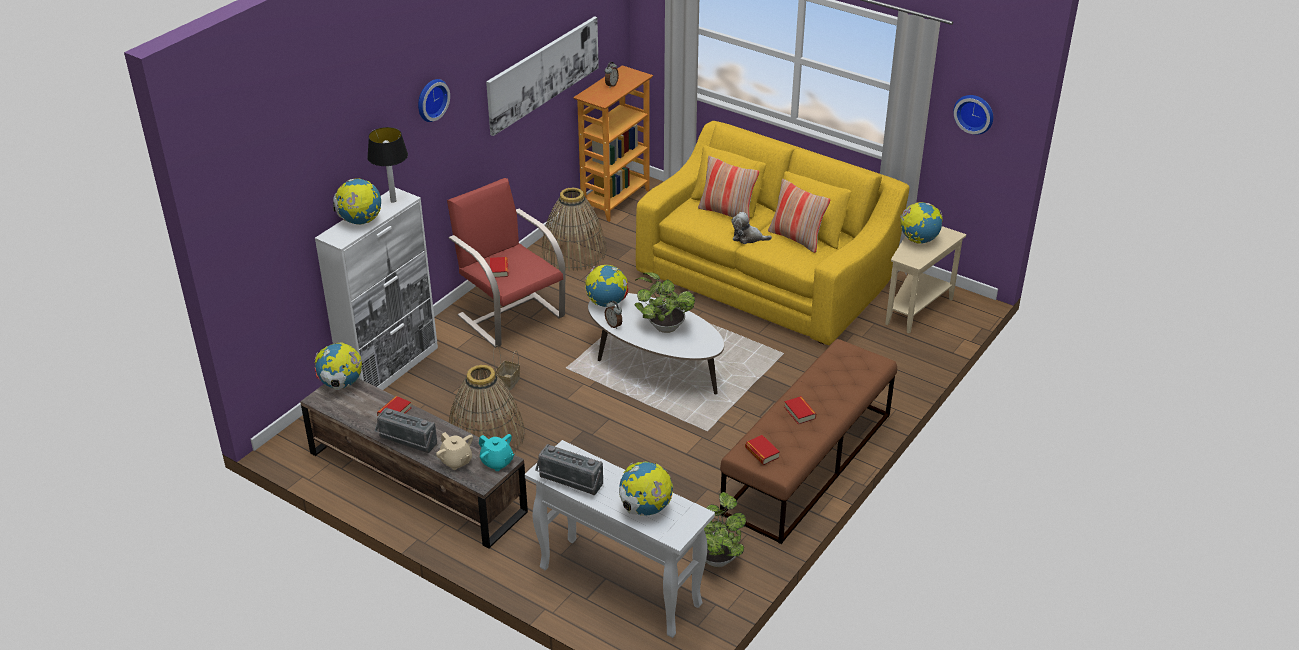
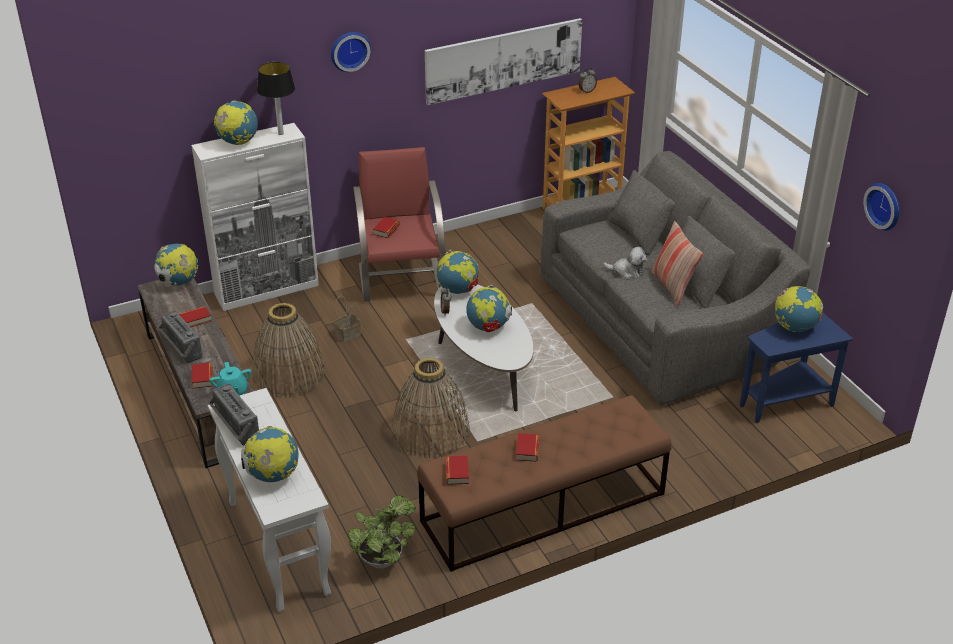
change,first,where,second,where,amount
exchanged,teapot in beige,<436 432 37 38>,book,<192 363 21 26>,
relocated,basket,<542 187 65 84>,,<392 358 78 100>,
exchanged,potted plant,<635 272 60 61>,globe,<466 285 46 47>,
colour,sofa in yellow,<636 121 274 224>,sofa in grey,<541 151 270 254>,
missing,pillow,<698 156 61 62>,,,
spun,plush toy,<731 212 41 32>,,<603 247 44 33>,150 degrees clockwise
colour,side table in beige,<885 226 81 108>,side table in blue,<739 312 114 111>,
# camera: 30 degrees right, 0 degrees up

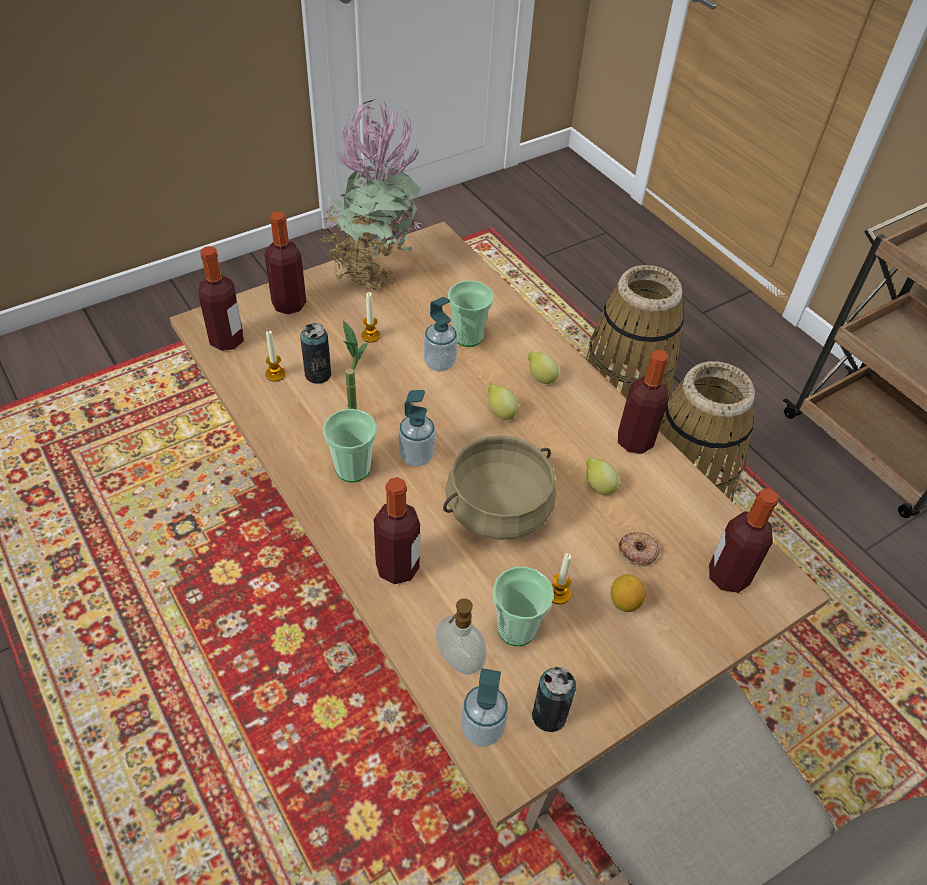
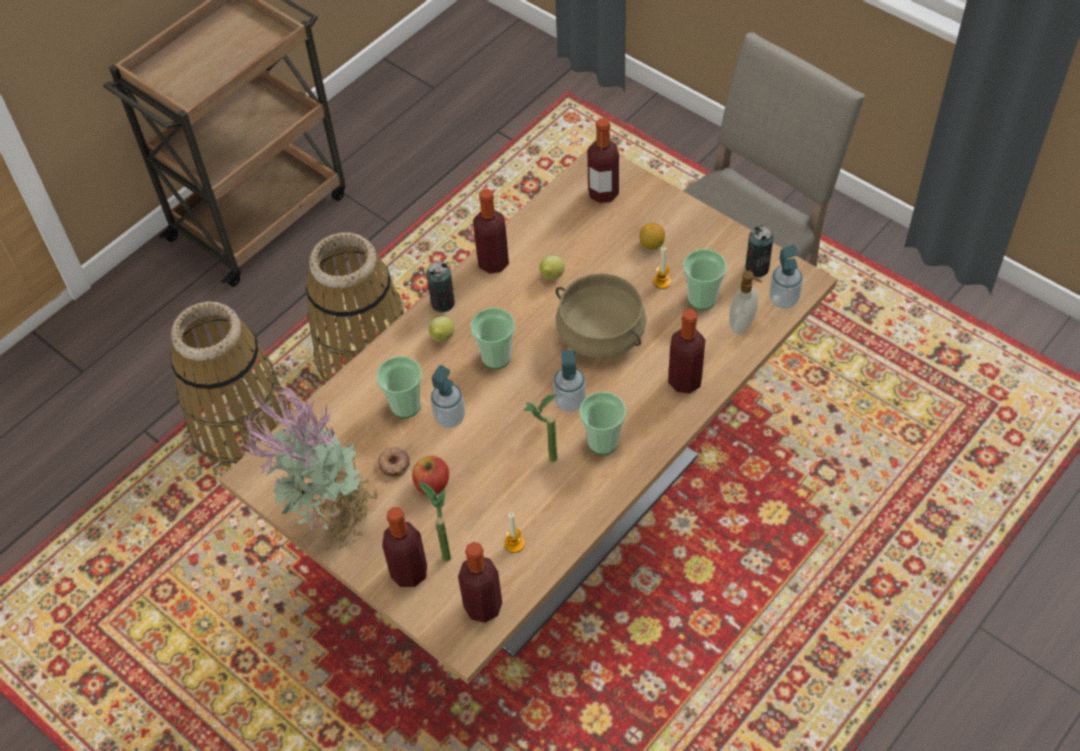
change,first,where,second,where,amount
relocated,can,<300 323 31 61>,,<426 261 29 52>,
exchanged,candle,<361 292 19 51>,apple,<412 455 37 40>,
exchanged,lemon,<488 384 31 36>,cup,<470 308 45 61>,
relocated,donut,<618 532 42 34>,,<378 447 32 32>,
appeared,,,potted plant,<418 481 33 81>,
# camera: 100 degrees left, 5 degrees up

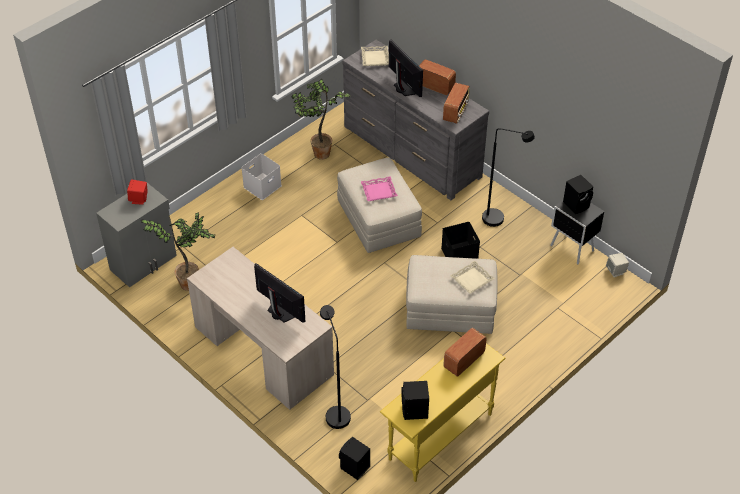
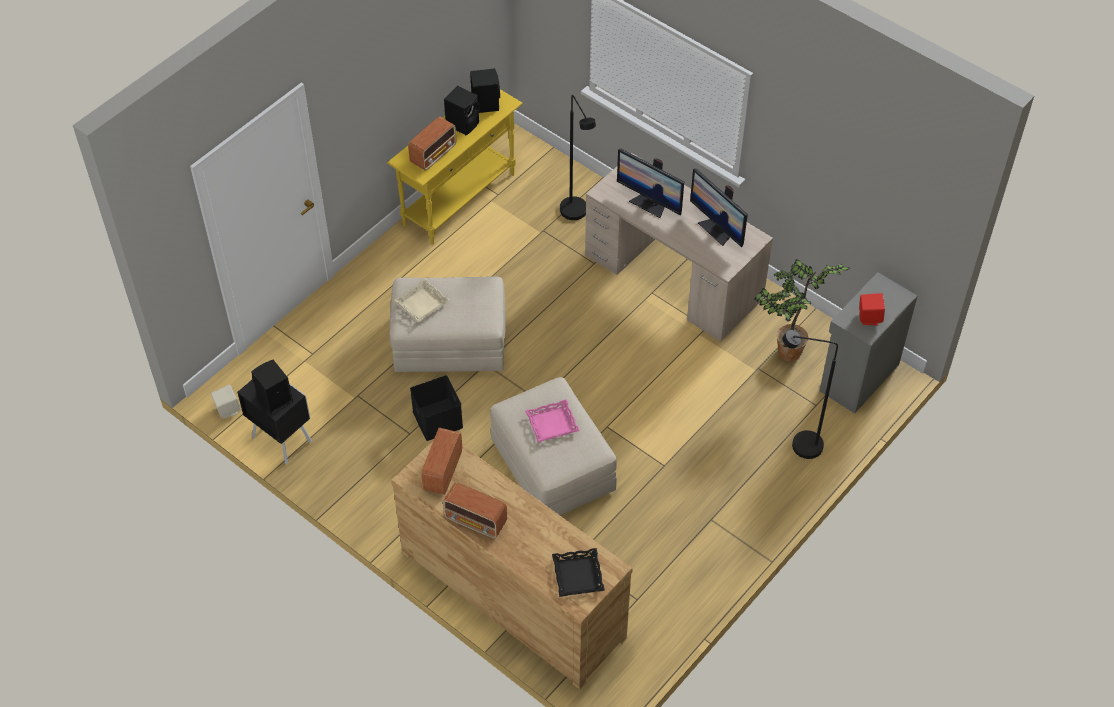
change,first,where,second,where,amount
missing,storage box in white,<241 153 41 47>,,,
missing,potted plant,<291 79 59 81>,,,
relocated,speaker in black,<339 437 31 43>,,<444 86 36 49>,
colour,dresser in grey,<342 40 147 160>,dresser in brown,<391 441 242 248>,
colour,tray in beige,<361 46 28 20>,tray in black,<552 548 53 49>,
relocated,monitor,<389 39 34 58>,,<690 169 58 78>,
relocated,floor lamp in black,<482 128 53 99>,,<782 330 56 129>,
# camera: 175 degrees right, 5 degrees up

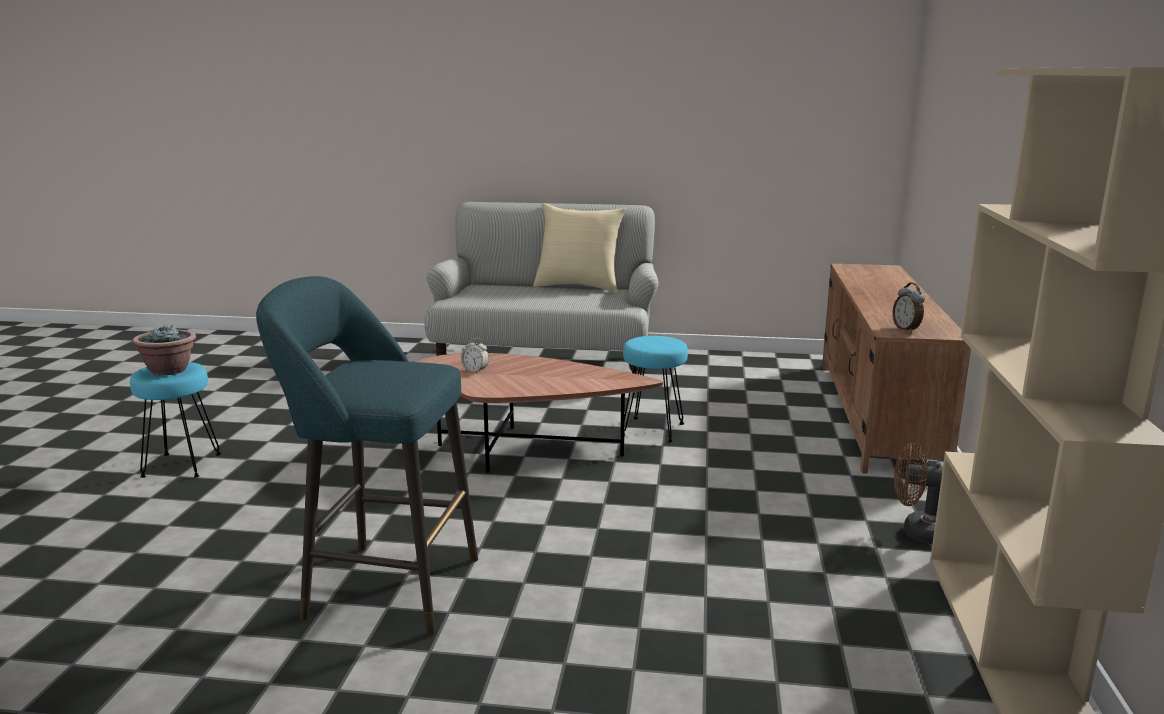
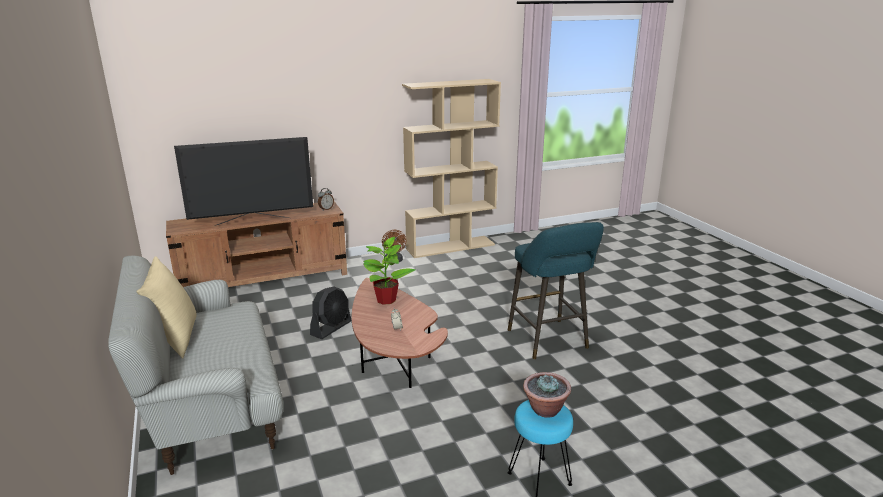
change,first,where,second,where,amount
exchanged,stool in turquoise,<623 336 65 107>,fan in black,<310 286 41 53>,
appeared,,,television,<174 137 139 89>,
appeared,,,potted plant,<363 237 53 68>,
# camera: 120 degrees left, 5 degrees up

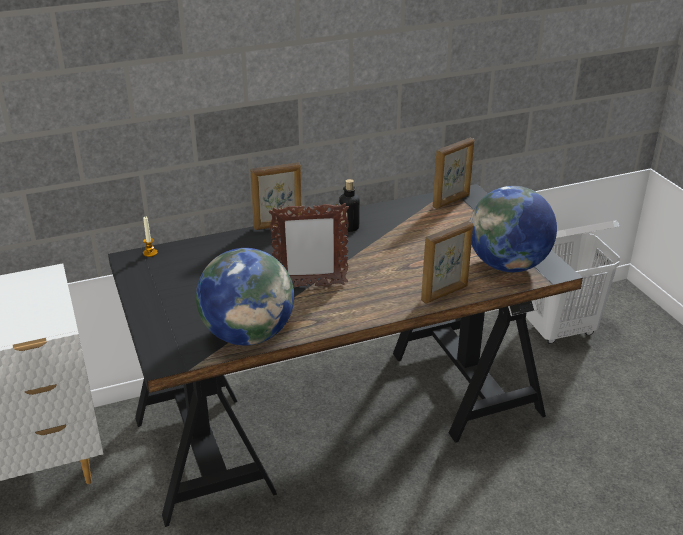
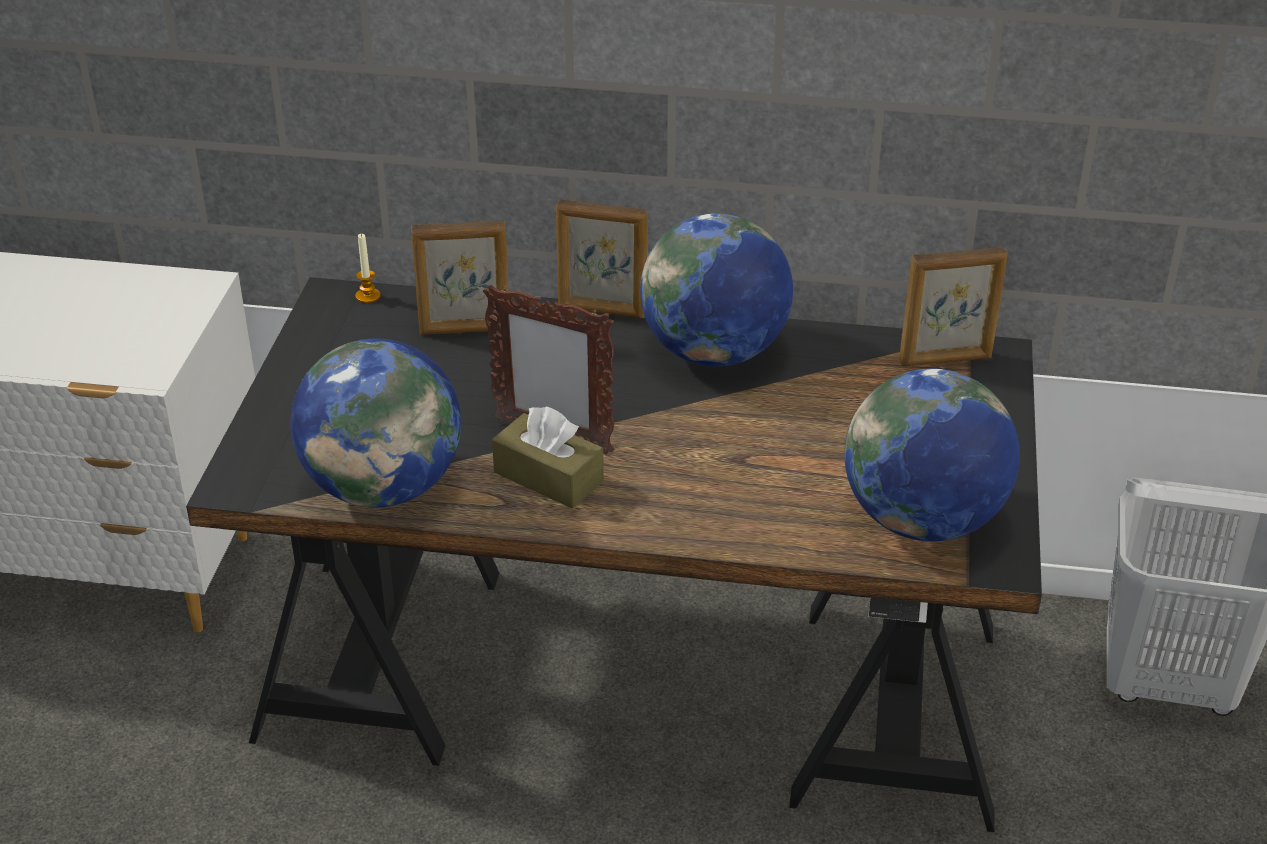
change,first,where,second,where,amount
exchanged,bottle,<339 179 21 53>,globe,<640 213 153 154>,
relocated,picture frame,<421 221 52 83>,,<411 221 97 114>,
appeared,,,tissue box in brown,<492 406 112 103>,
# camera: 30 degrees right, 5 degrees up

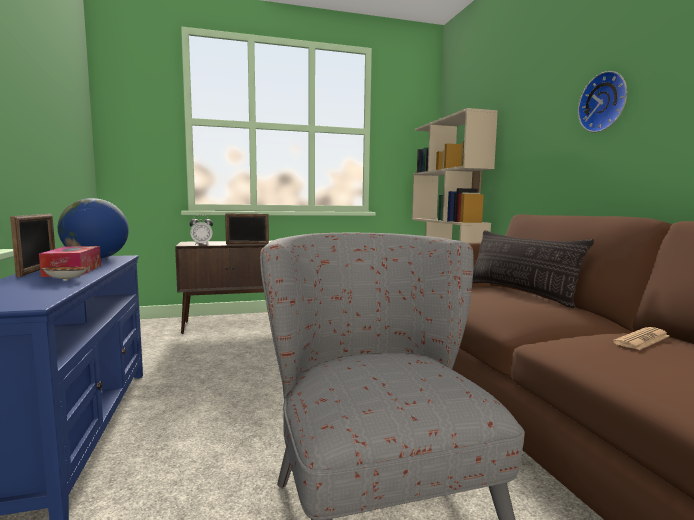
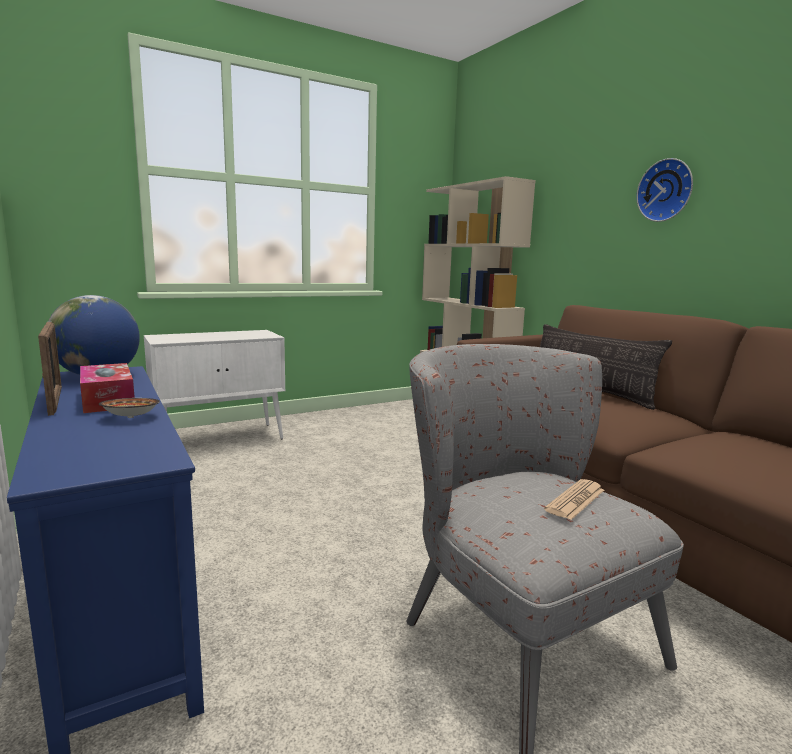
change,first,where,second,where,amount
colour,cabinet in brown,<175 241 96 93>,cabinet in white,<144 330 141 109>,
missing,alarm clock,<189 215 24 30>,,,
missing,picture frame,<225 213 44 31>,,,
relocated,newspaper,<613 327 57 23>,,<544 479 60 41>,
# camera: 15 degrees left, 5 degrees up

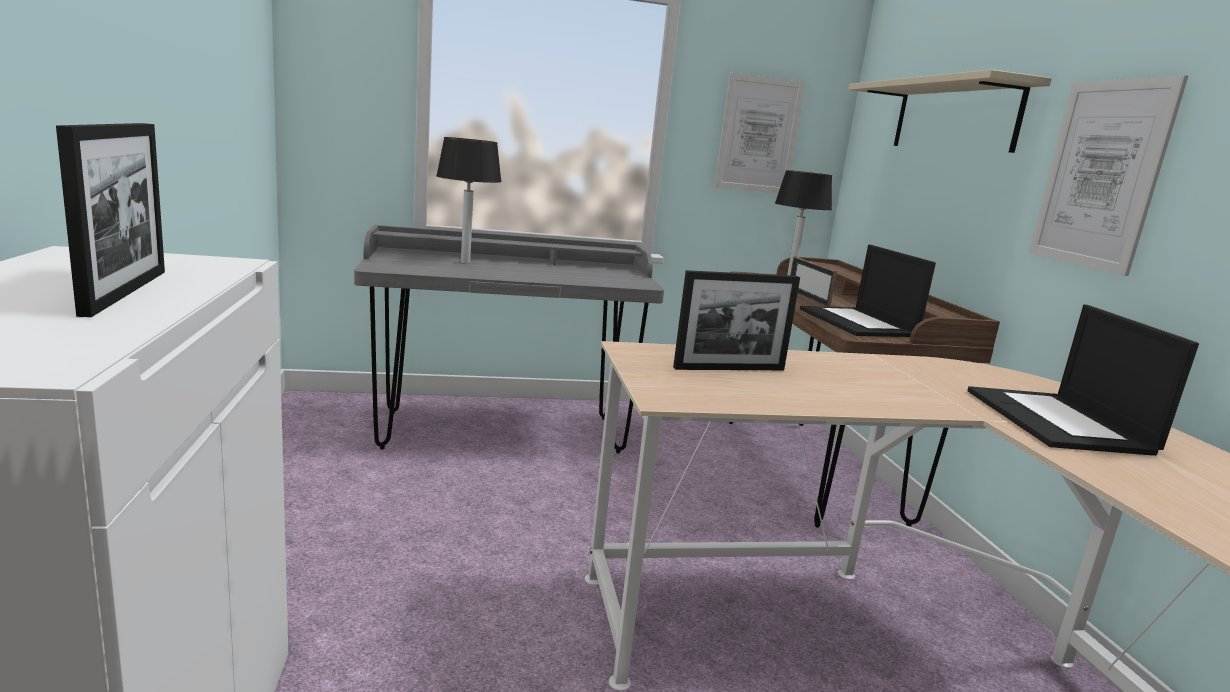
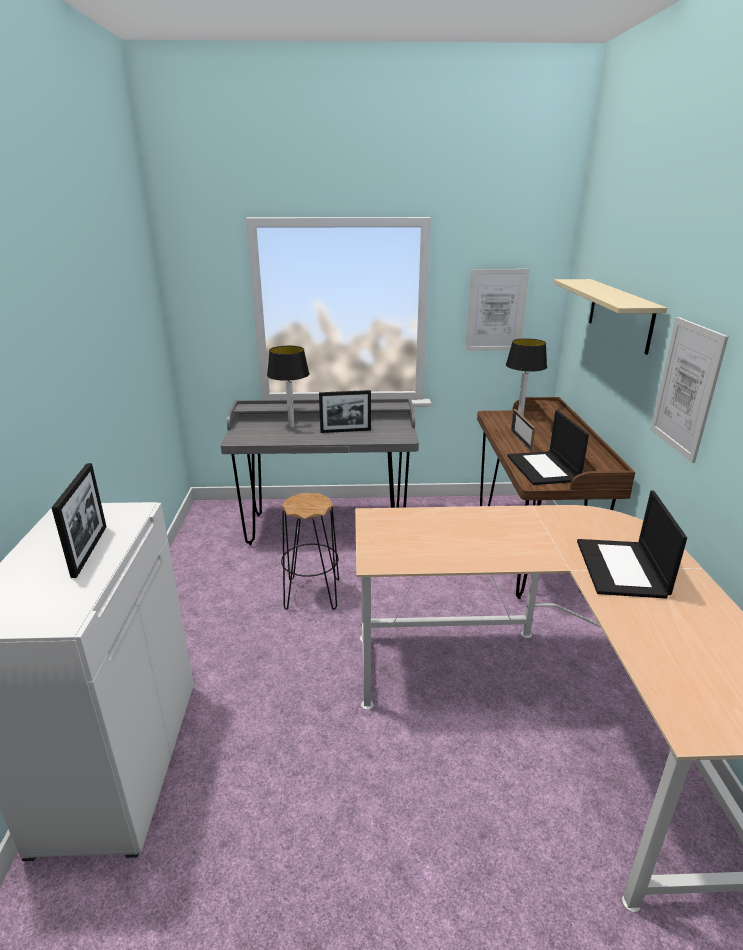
change,first,where,second,where,amount
relocated,picture frame,<673 270 127 100>,,<319 390 52 43>,
appeared,,,stool in black,<281 493 58 117>,
# camera: 10 degrees right, 10 degrees up

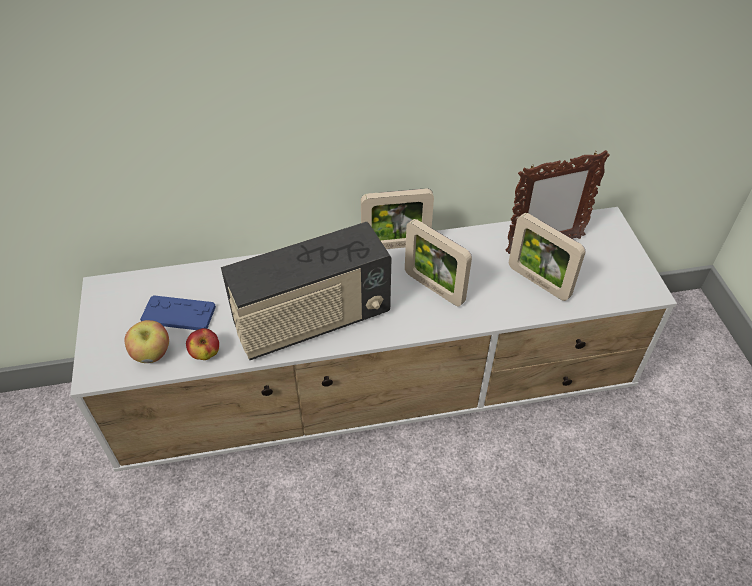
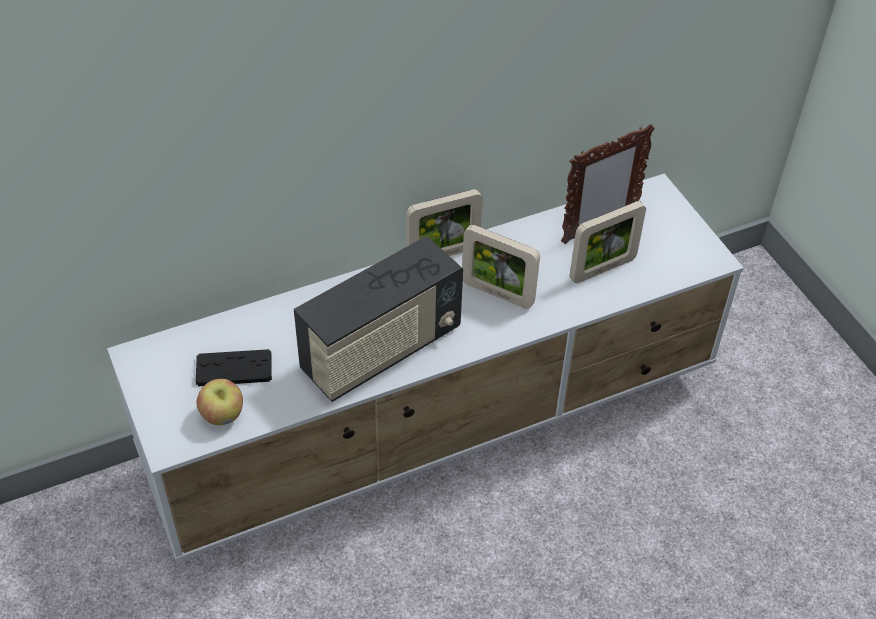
change,first,where,second,where,amount
colour,game controller in blue,<140 295 76 35>,game controller in black,<196 349 76 37>,
missing,apple,<186 328 33 32>,,,
spun,picture frame,<509 213 76 88>,,<570 201 76 82>,60 degrees counterclockwise
# camera: 15 degrees left, 0 degrees up

